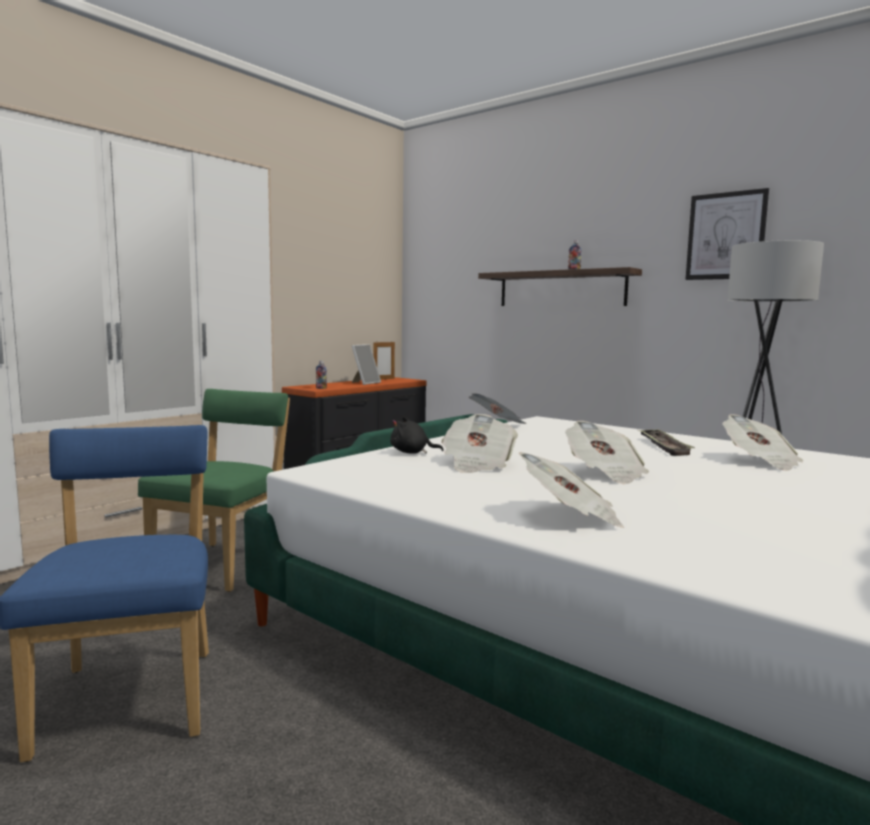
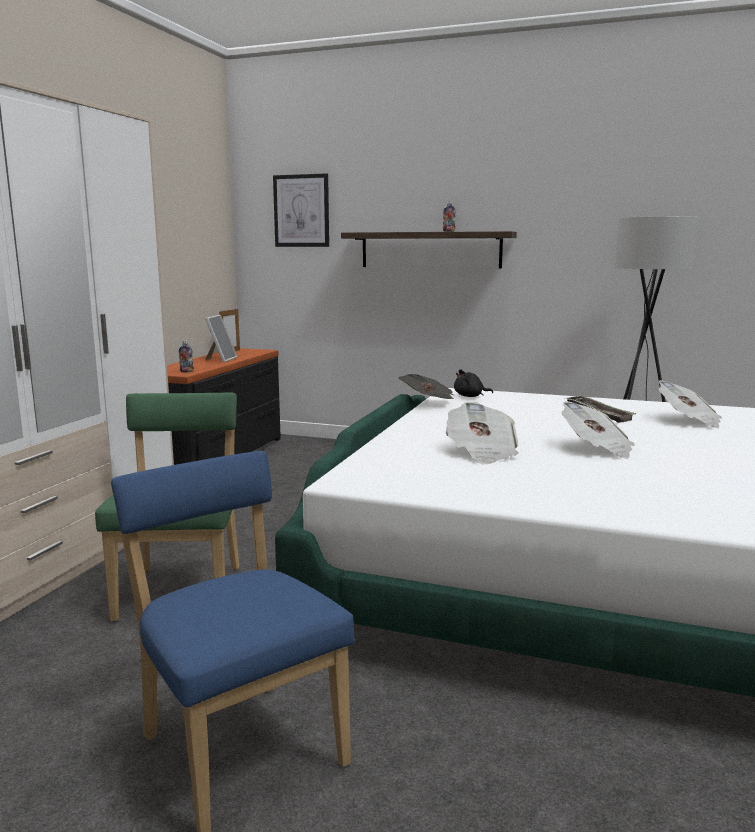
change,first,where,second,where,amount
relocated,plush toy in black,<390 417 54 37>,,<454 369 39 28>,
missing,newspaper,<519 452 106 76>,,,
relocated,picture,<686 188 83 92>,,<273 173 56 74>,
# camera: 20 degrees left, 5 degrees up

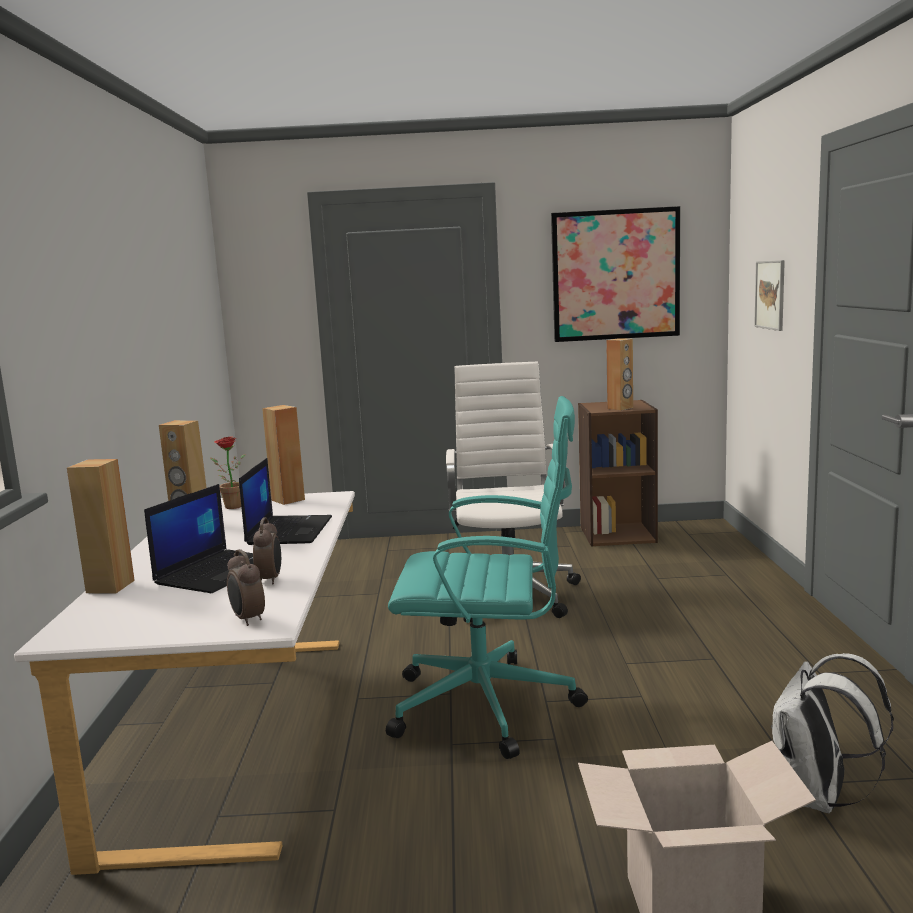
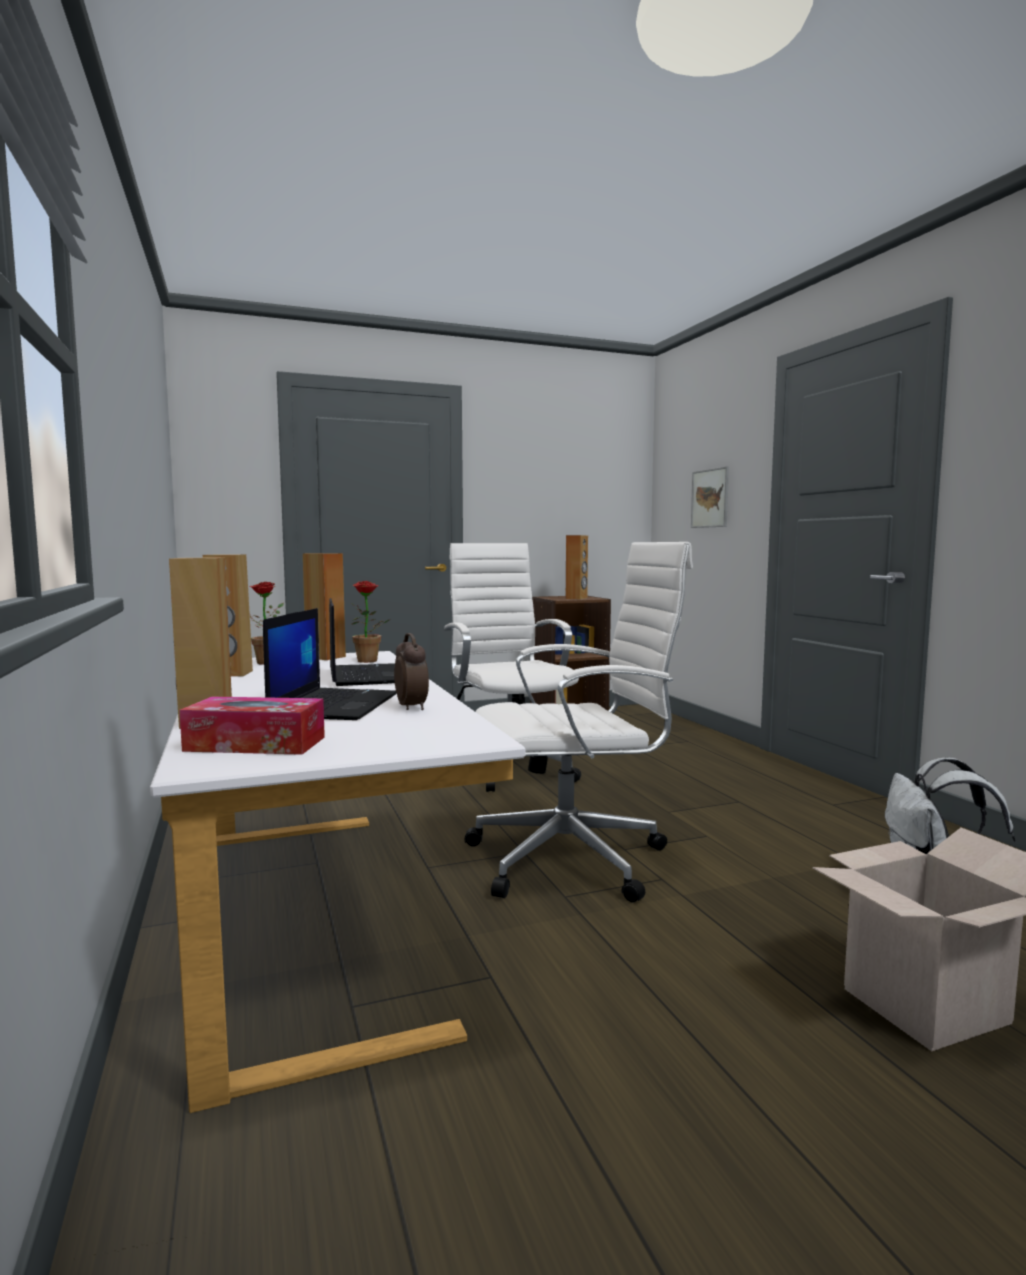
change,first,where,second,where,amount
missing,alarm clock,<227 549 38 77>,,,
colour,office chair in turquoise,<386 396 202 363>,office chair in white,<465 542 228 360>,
missing,picture,<551 206 129 136>,,,
appeared,,,tissue box,<180 697 145 58>,
appeared,,,potted plant,<350 581 39 82>,
# camera: 20 degrees left, 5 degrees down

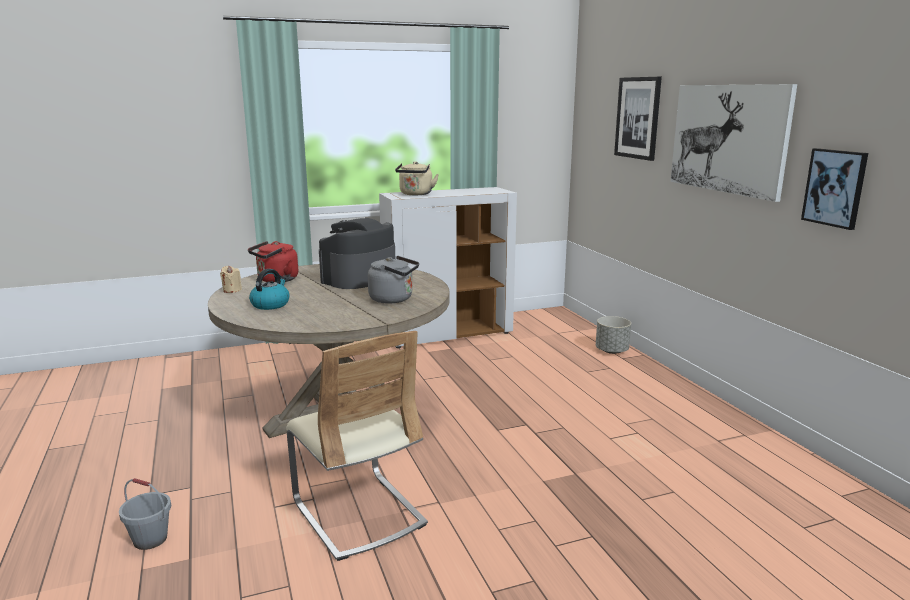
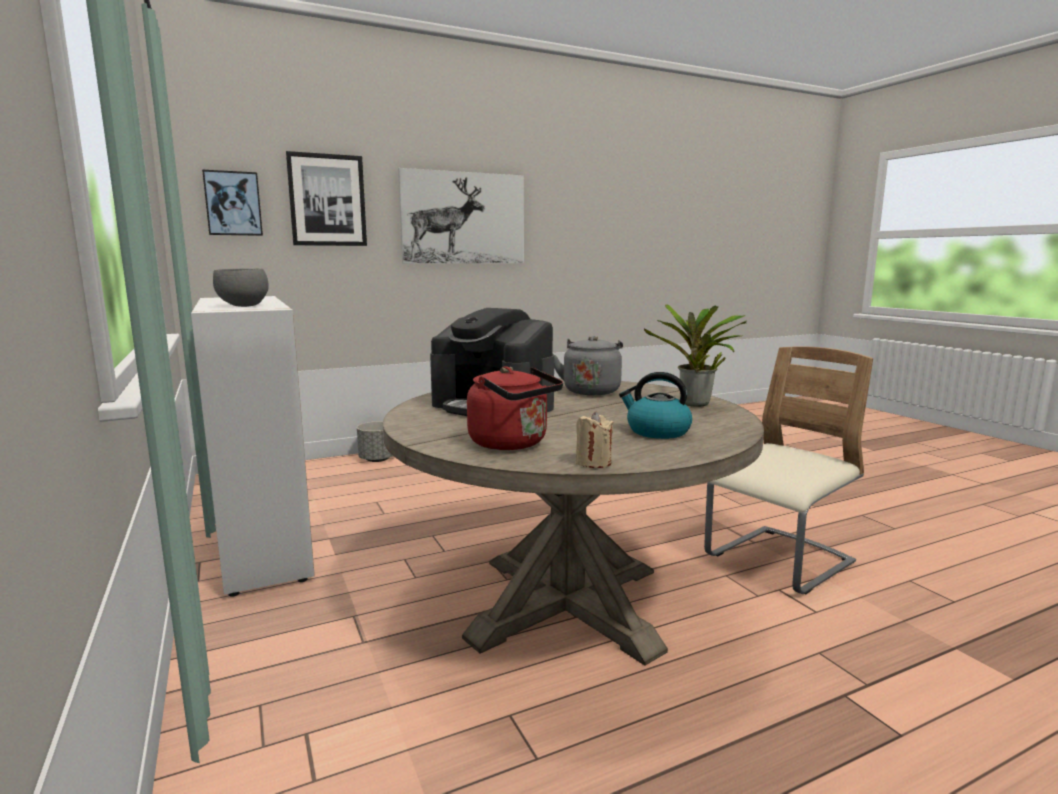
change,first,where,second,where,amount
missing,bucket in grey,<119 478 52 72>,,,
exchanged,kettle in beige,<395 161 44 34>,bowl in grey,<213 268 56 39>,
relocated,picture,<801 148 67 82>,,<202 170 61 66>,
appeared,,,potted plant,<644 304 102 103>,
# camera: 95 degrees left, 5 degrees down

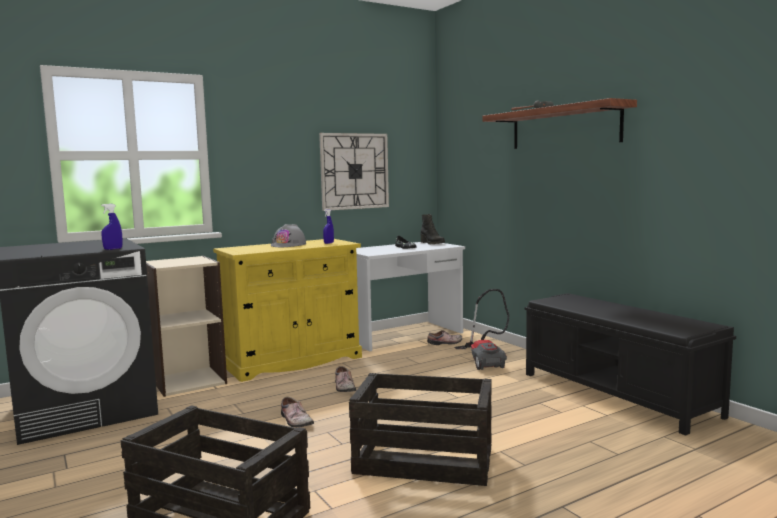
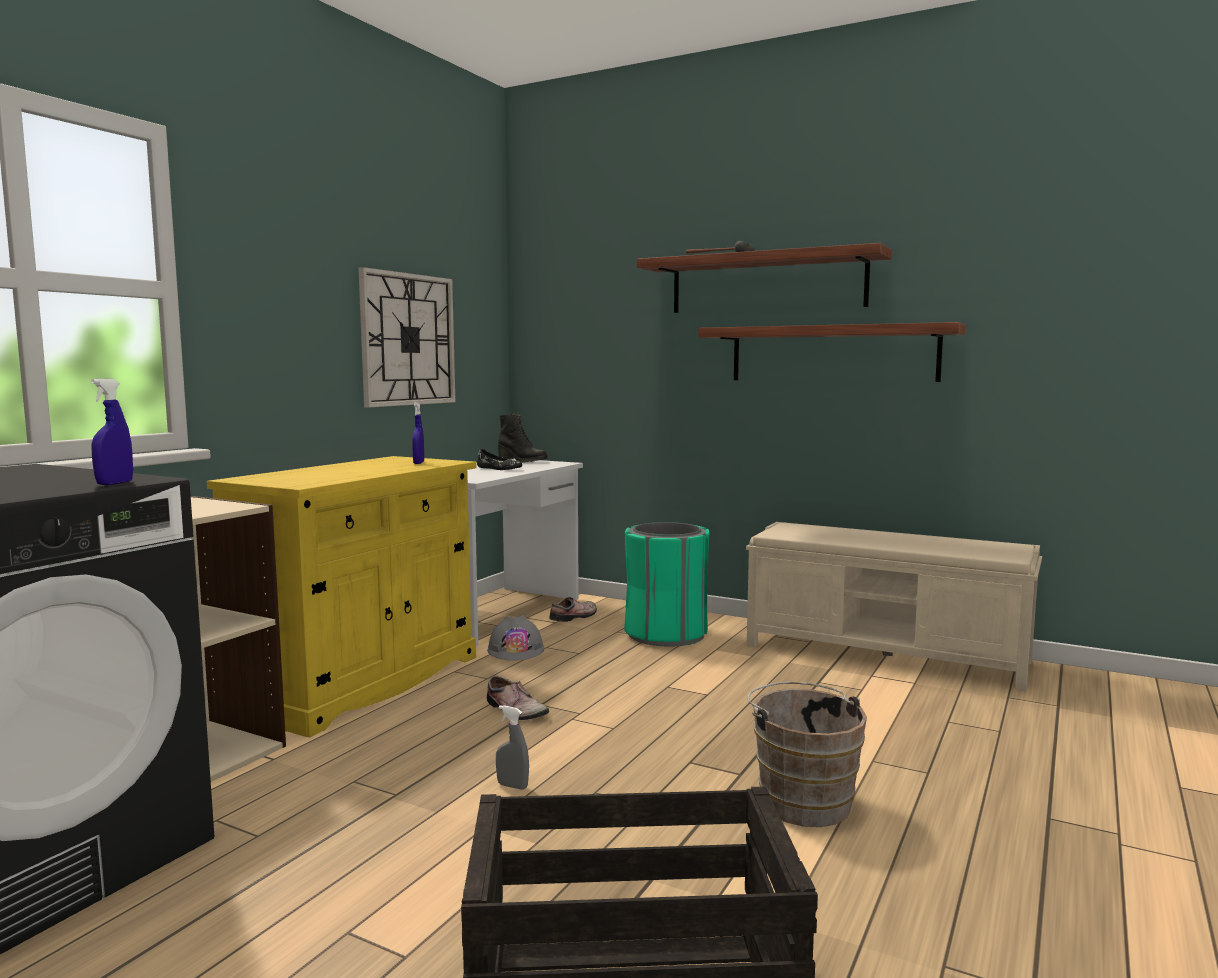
change,first,where,second,where,amount
relocated,hard hat in grey,<271 224 36 23>,,<487 615 57 46>,
exchanged,shoe,<281 397 33 30>,spray bottle in grey,<496 705 33 85>,
exchanged,crate,<349 373 143 113>,bucket in brown,<747 682 120 145>,
exchanged,vacuum cleaner,<455 289 54 81>,trash can in green,<624 522 85 125>,
colour,bench in black,<524 293 212 143>,bench in beige,<746 522 296 169>,
appeared,,,shelf,<698 322 268 60>,
# camera: 30 degrees left, 0 degrees up

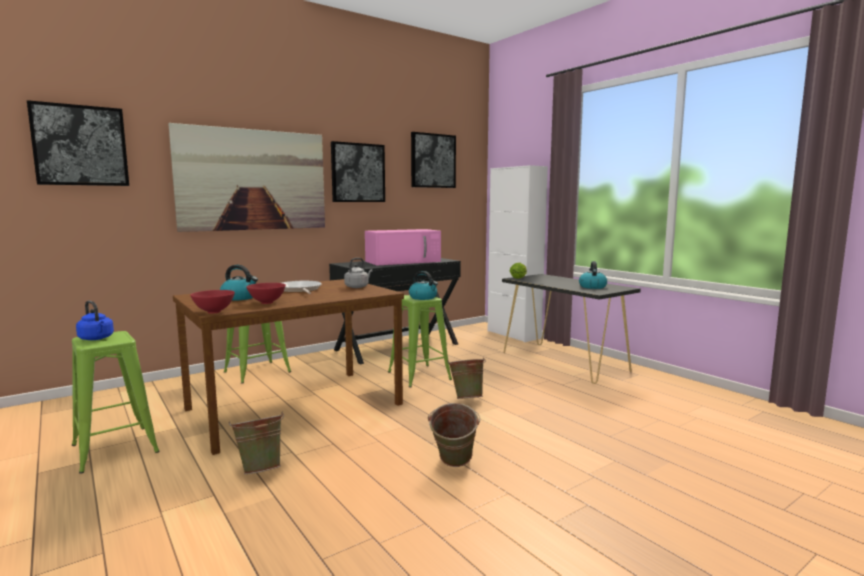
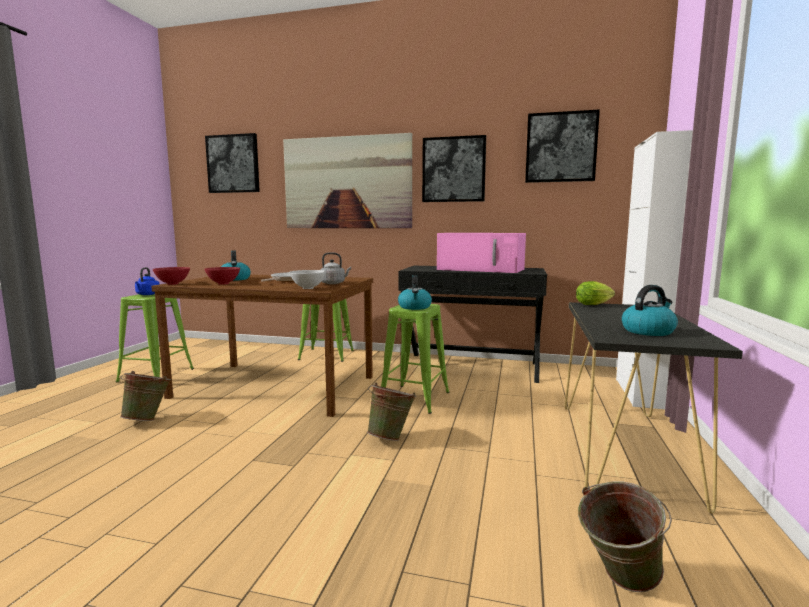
change,first,where,second,where,amount
relocated,bucket in green,<428 403 52 64>,,<578 481 94 111>,
appeared,,,bowl in white,<289 270 37 19>,
# camera: 50 degrees right, 0 degrees up

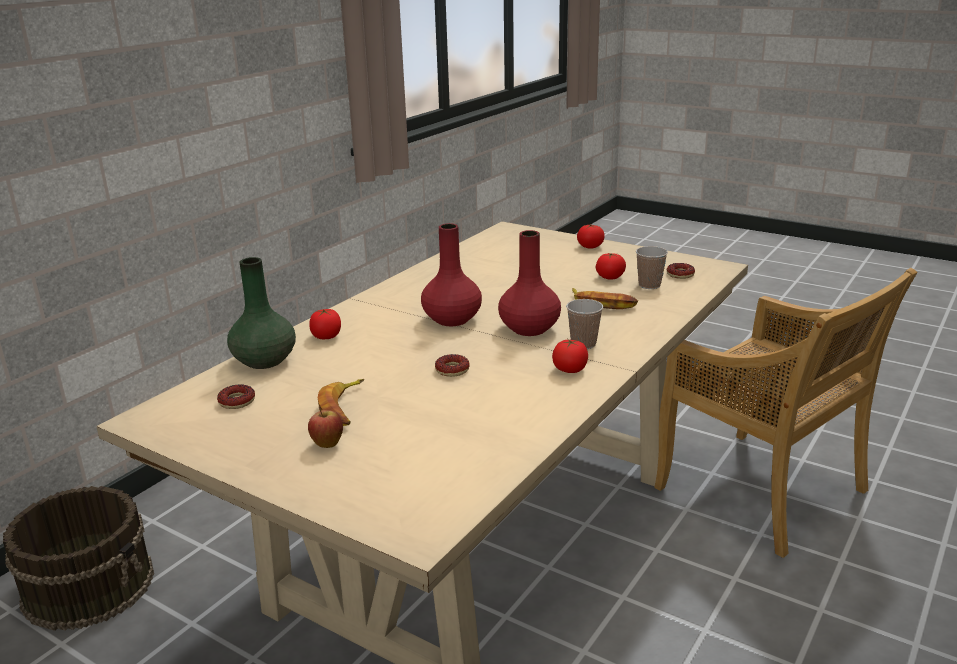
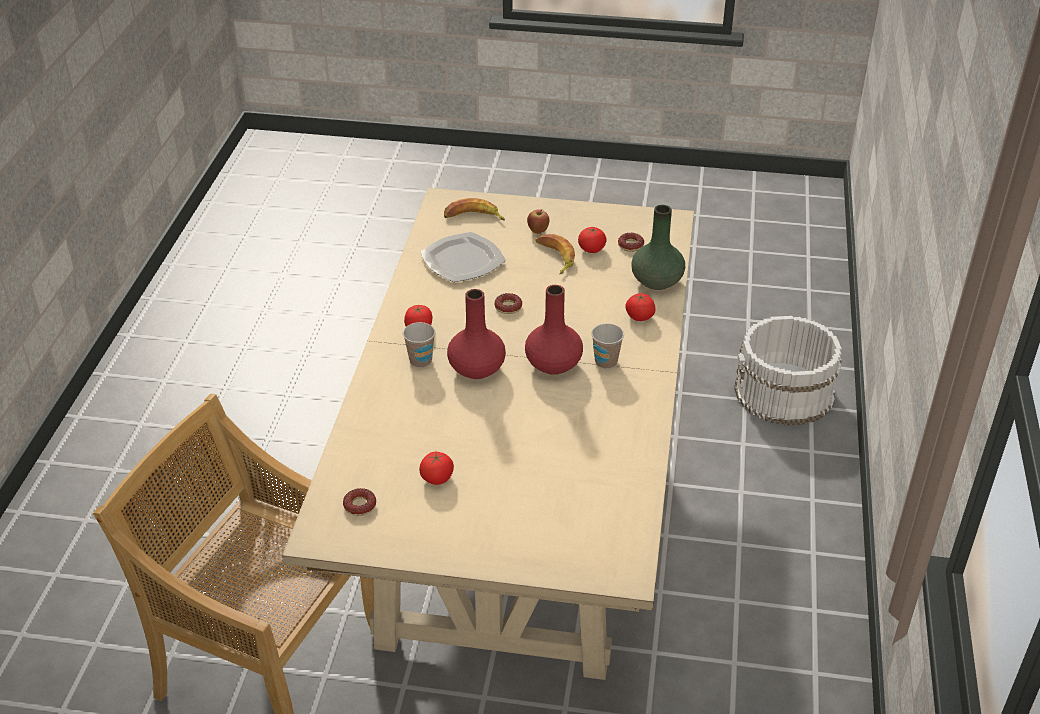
change,first,where,second,where,amount
colour,bucket in brown,<3 486 151 145>,bucket in white,<734 316 108 109>,
relocated,banana,<572 288 66 21>,,<444 198 61 23>,
relocated,tomato,<577 224 28 25>,,<578 226 29 27>,
relocated,cup,<636 246 32 43>,,<591 323 33 46>,
appeared,,,plate,<420 232 86 50>,
# camera: 155 degrees right, 15 degrees up

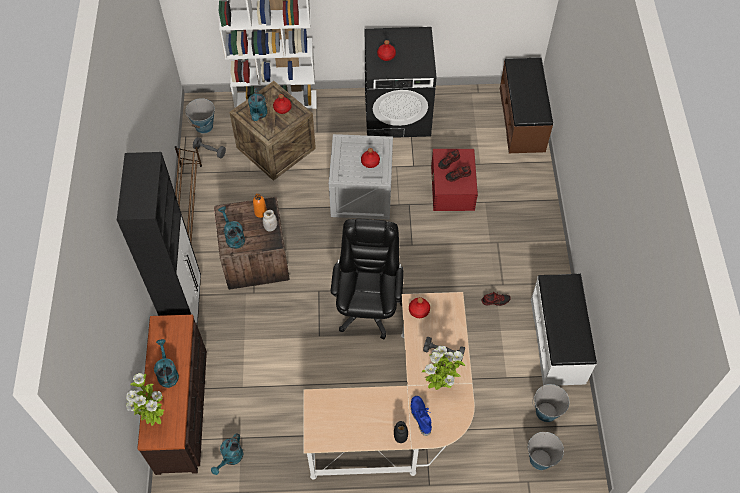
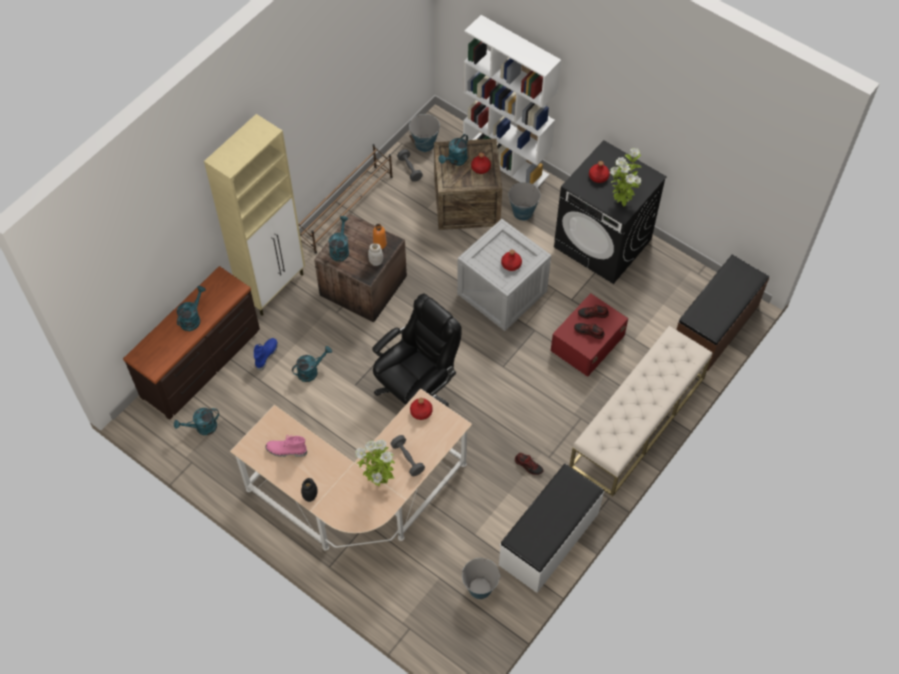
change,first,where,second,where,amount
colour,cabinet in black,<117 152 84 174>,cabinet in beige,<204 114 101 202>,
relocated,potted plant,<126 373 38 53>,,<610 148 32 58>,
relocated,boot in blue,<411 396 21 40>,,<254 338 24 33>,
relocated,bucket,<527 432 37 38>,,<509 182 32 39>,
appeared,,,boot in pink,<265 434 42 23>,
appeared,,,watering can in turquoise,<292 346 40 36>,
appeared,,,bench in beige,<569 326 143 170>,
# camera: 40 degrees right, 0 degrees up

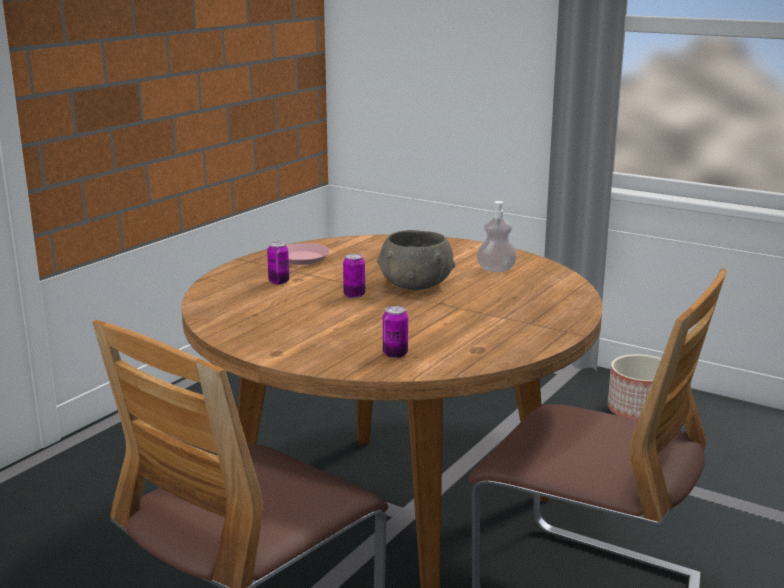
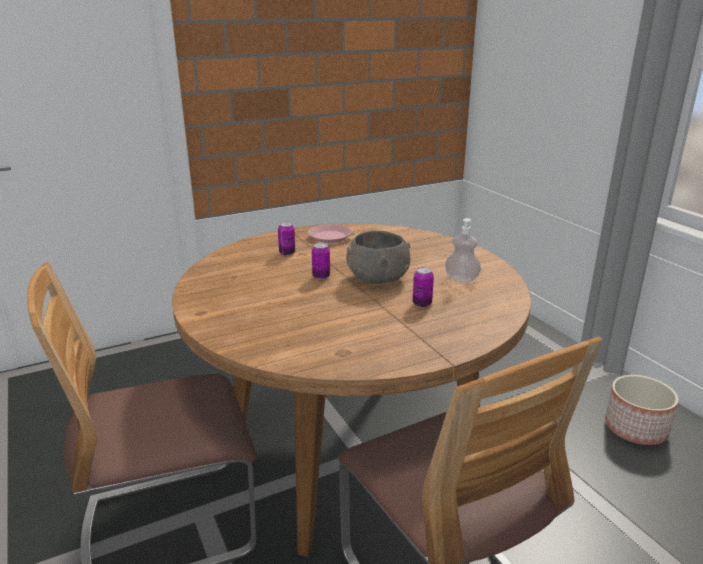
change,first,where,second,where,amount
relocated,can,<383 306 25 52>,,<413 267 21 40>,
# camera: 30 degrees right, 5 degrees up

